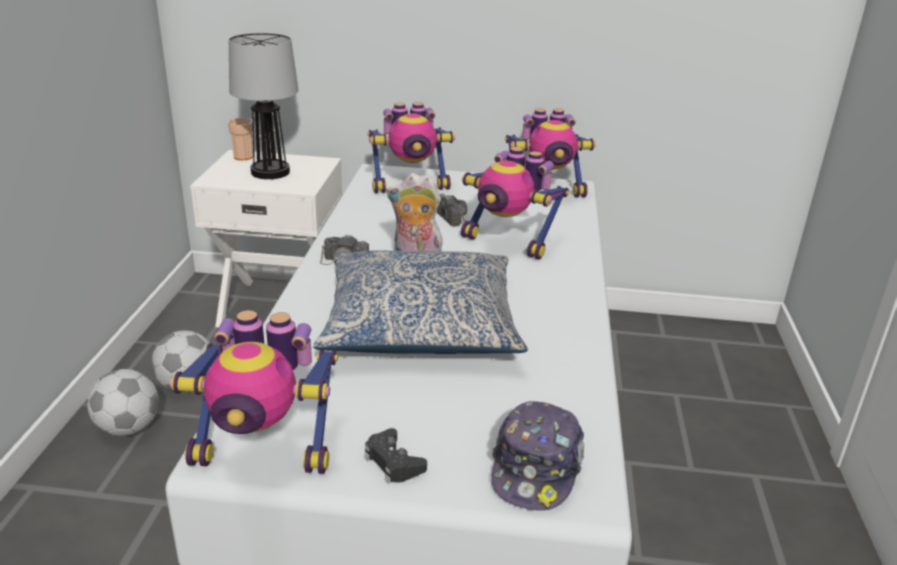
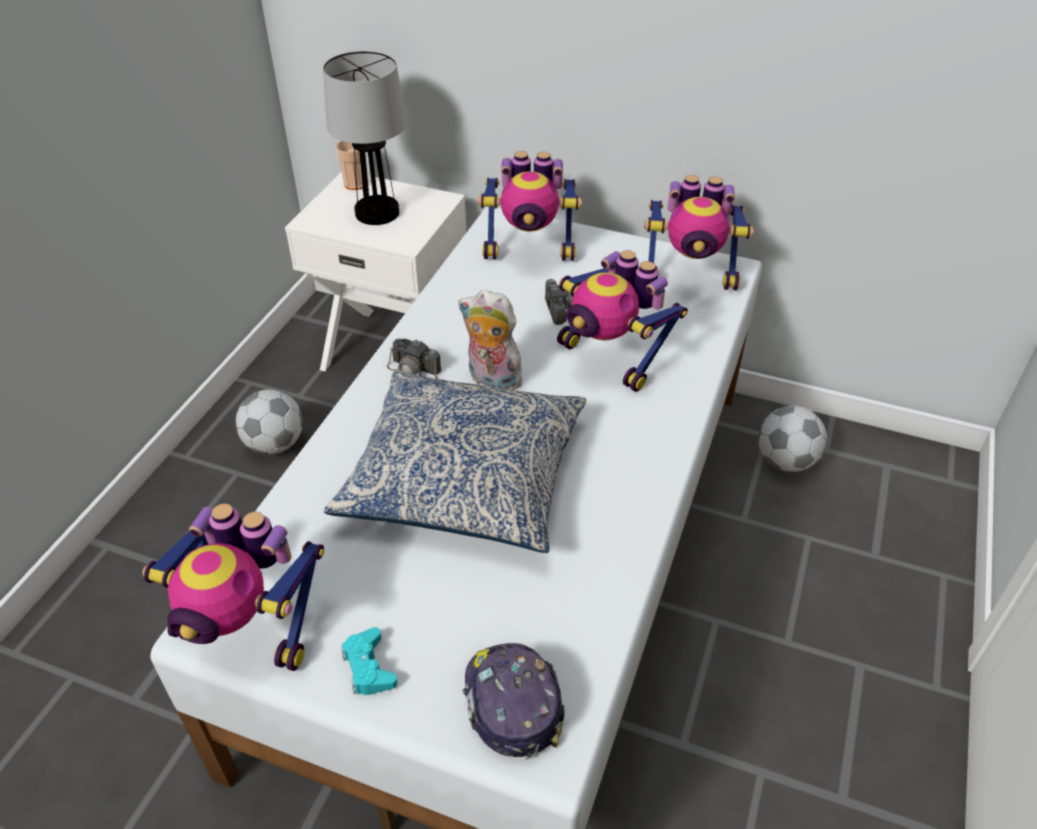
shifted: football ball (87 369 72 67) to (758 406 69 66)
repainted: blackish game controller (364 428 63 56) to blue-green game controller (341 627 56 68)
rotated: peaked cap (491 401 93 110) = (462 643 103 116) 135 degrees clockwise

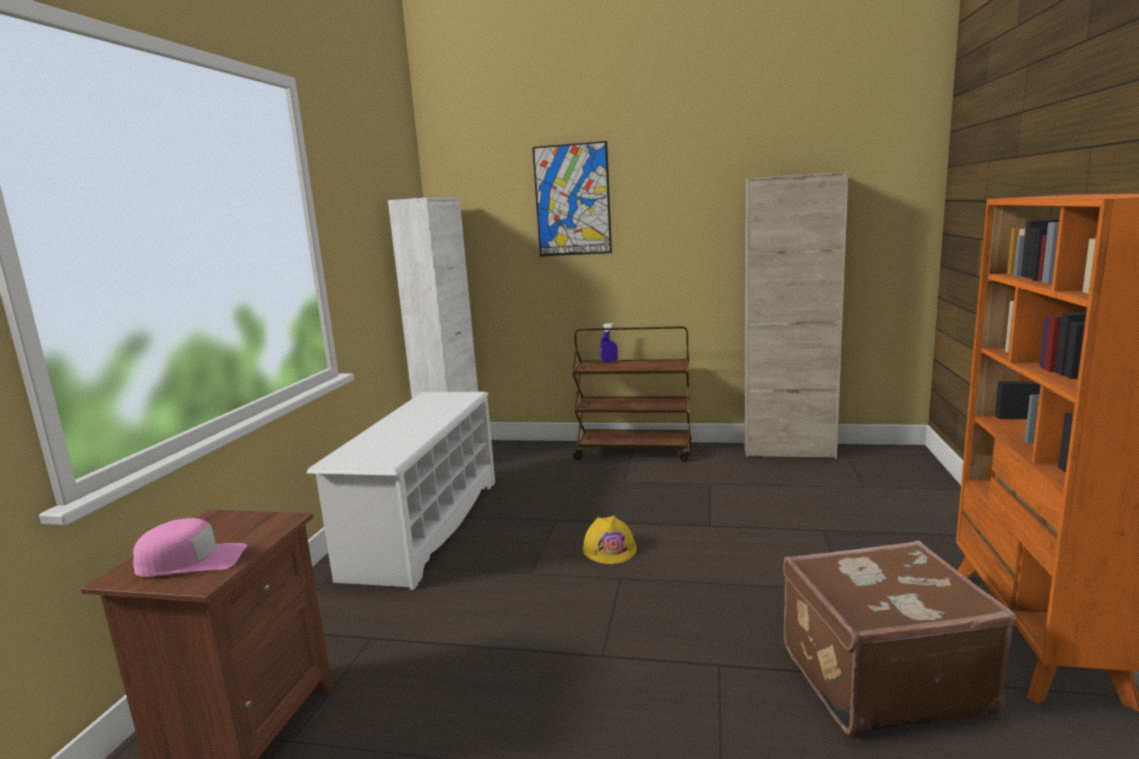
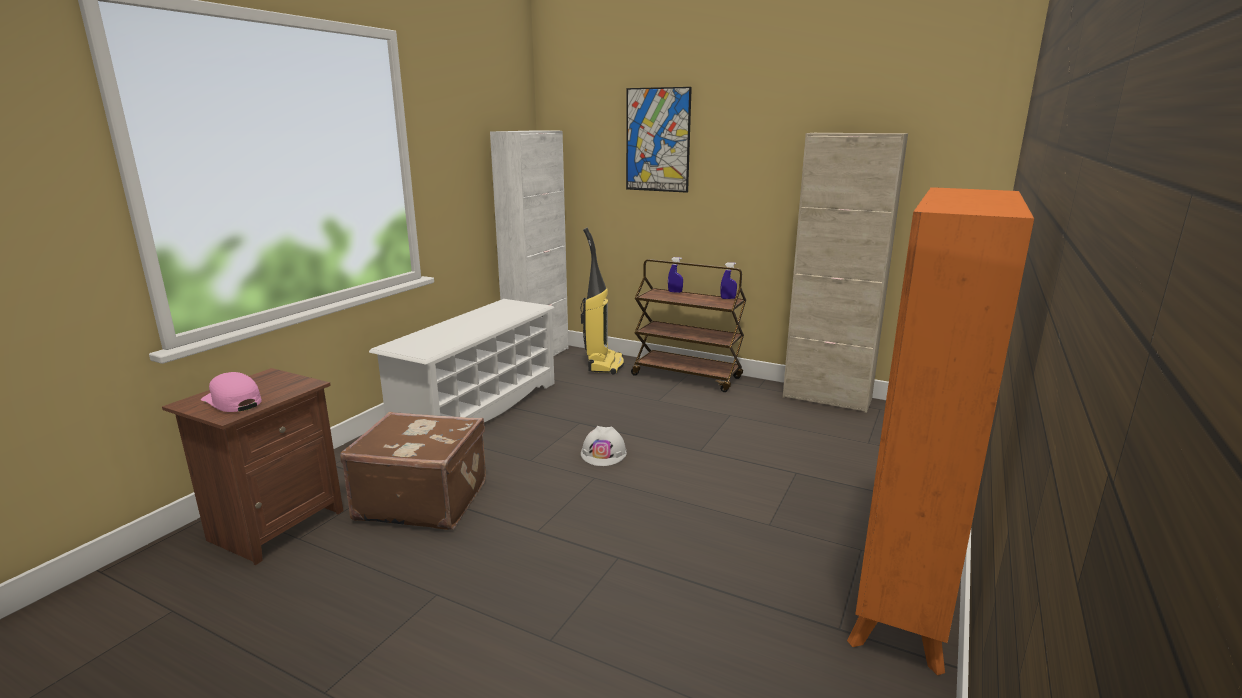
new: hoover (581 228 43 146); blue sprayer (720 262 17 37)
shifted: brownish suitcase (784 541 232 195) to (340 412 146 118)
repainted: yellow safety helmet (583 515 54 49) to white-coloured safety helmet (581 426 46 40)
rotated: pink-coloured peaked cap (133 518 115 59) = (201 372 61 40) 150 degrees counterclockwise

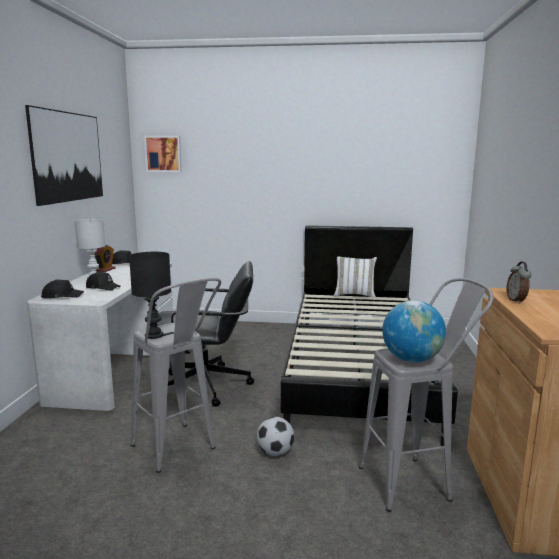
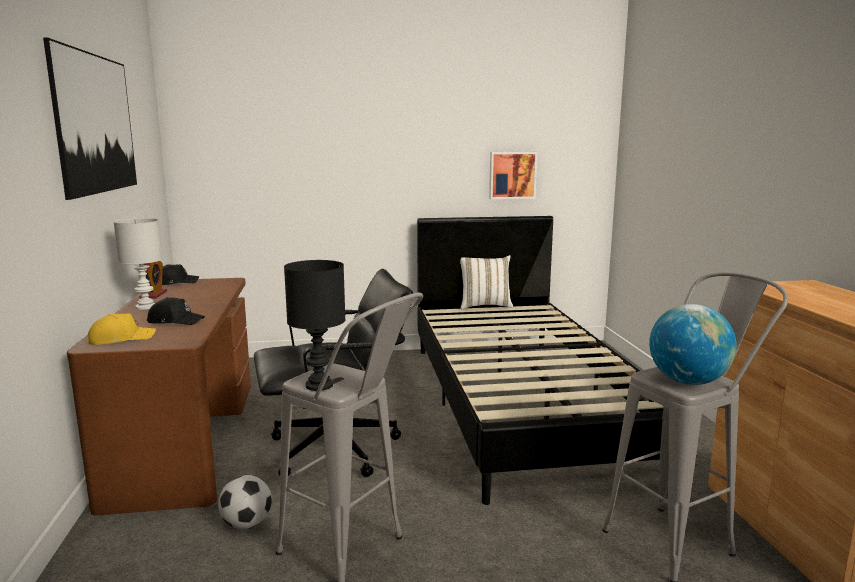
gone: alarm clock (507 262 25 42)
shifted: wall art (144 136 38 36) to (489 152 48 47); football ball (257 417 37 39) to (218 475 54 54)
repainted: white-coloured desk table (27 262 146 149) to brownish desk table (67 278 184 238); blackish peaked cap (41 279 43 19) to yellow peaked cap (87 313 69 32)

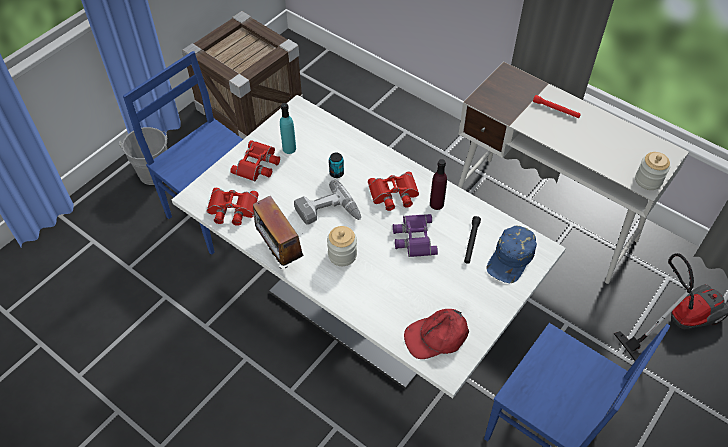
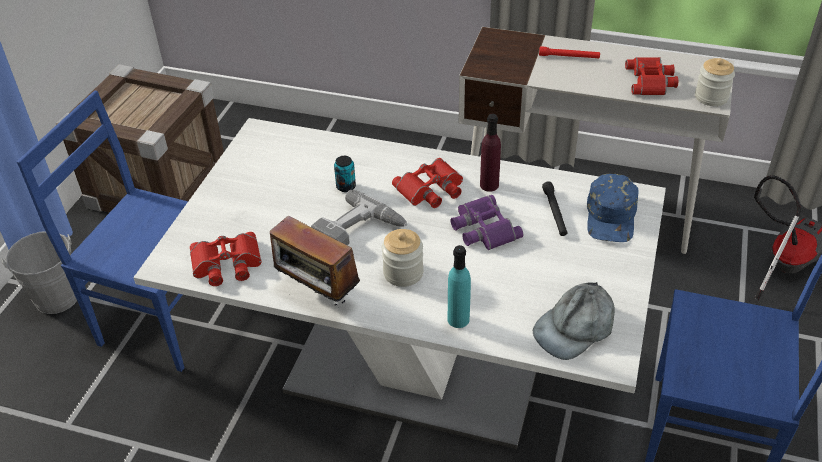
shifted: blue-green beverage bottle (280 103 16 51) to (447 245 24 83); red binoculars (230 140 50 41) to (625 57 53 38)
repainted: red peaked cap (404 309 65 50) to gray peaked cap (533 282 82 78)

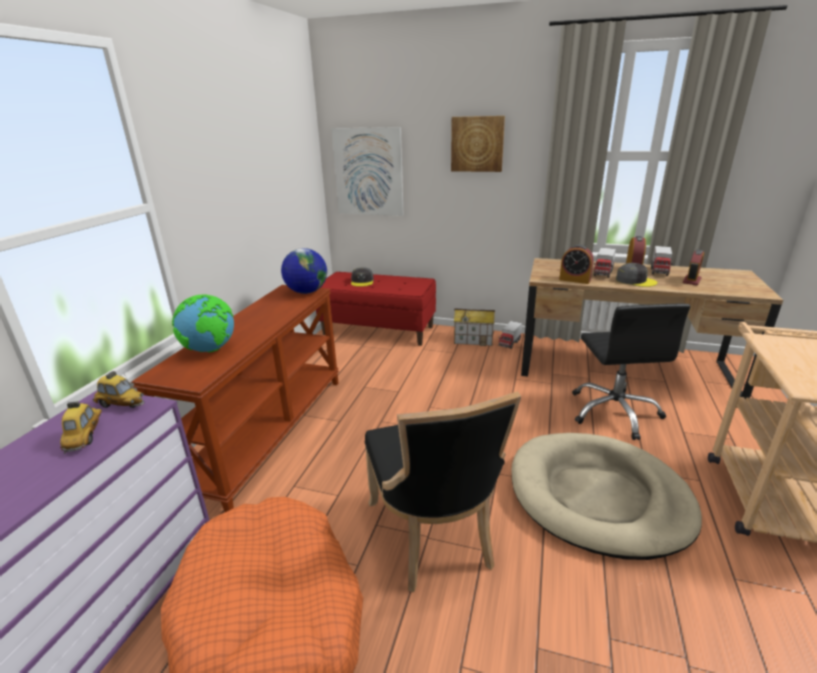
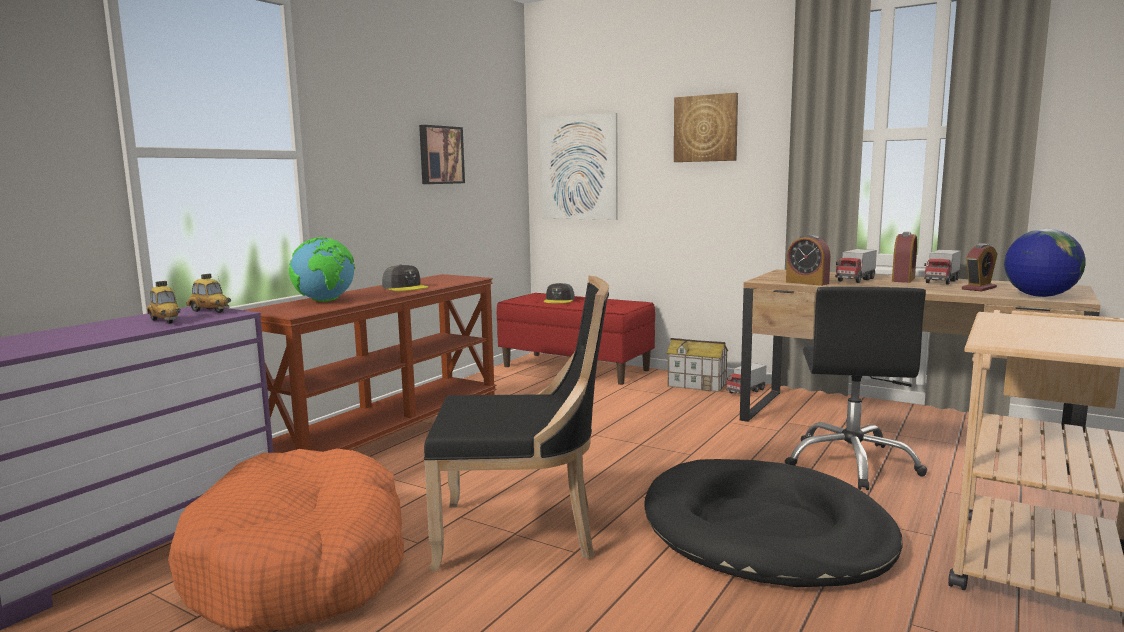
new: wall art (419 125 46 59)
shifted: globe (281 248 46 46) to (1004 229 82 68); gray peaked cap (616 263 42 24) to (382 264 46 27)
repainted: sand-coloured dog bed (511 433 191 127) to blackish dog bed (644 459 259 128)
rotated: blackish chair (365 391 156 201) = (424 276 185 296) 90 degrees counterclockwise; toy car (60 401 42 53) = (147 281 34 43) 135 degrees clockwise

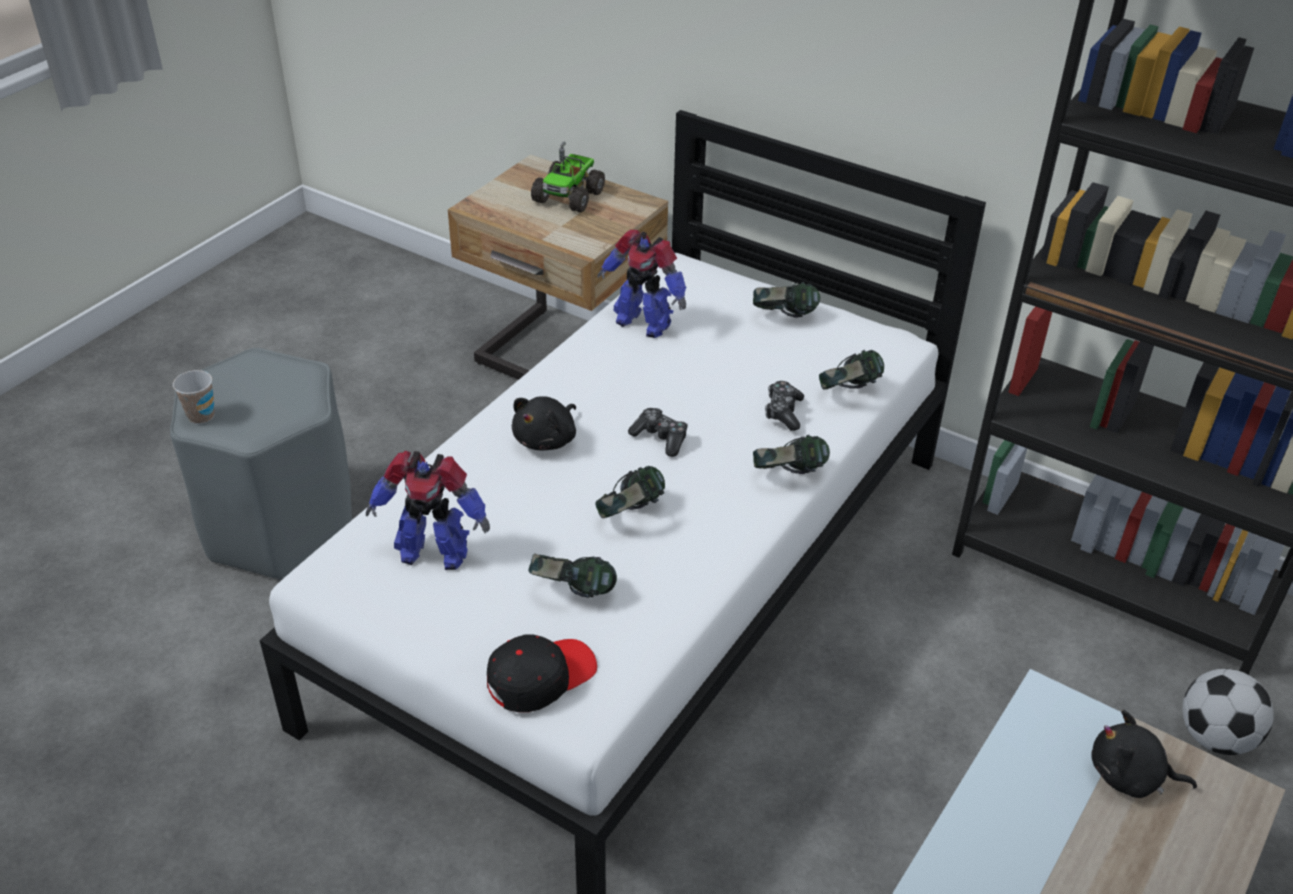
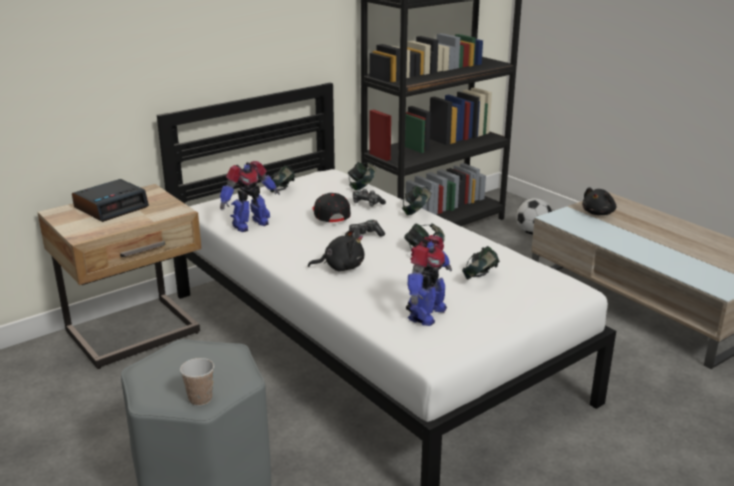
shifted: blackish peaked cap (487 635 110 77) to (312 193 39 29)
swapped: toy truck (531 142 74 71) to alarm clock (72 179 77 43)
rotated: blackish plush toy (512 396 64 54) = (308 229 56 43) 60 degrees counterclockwise

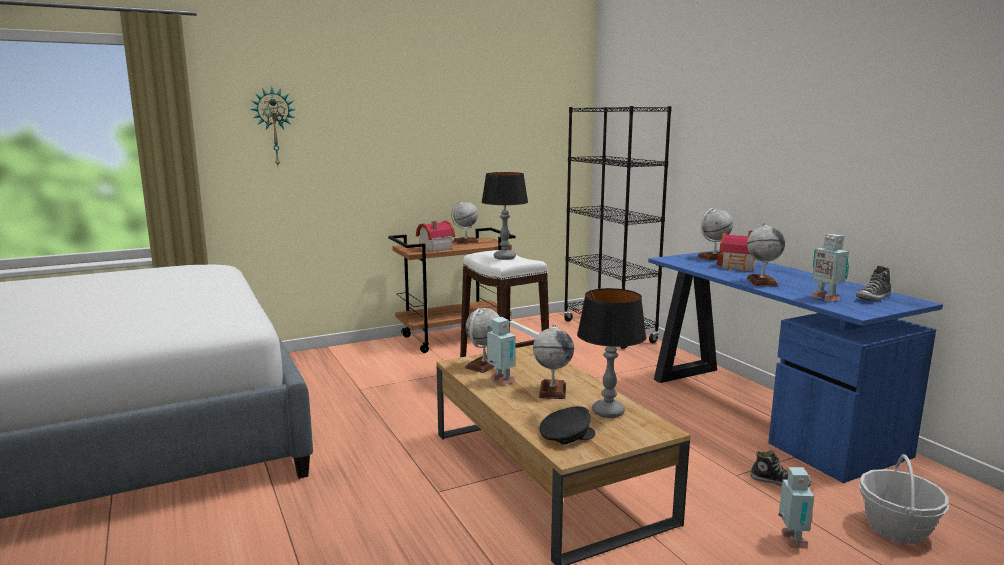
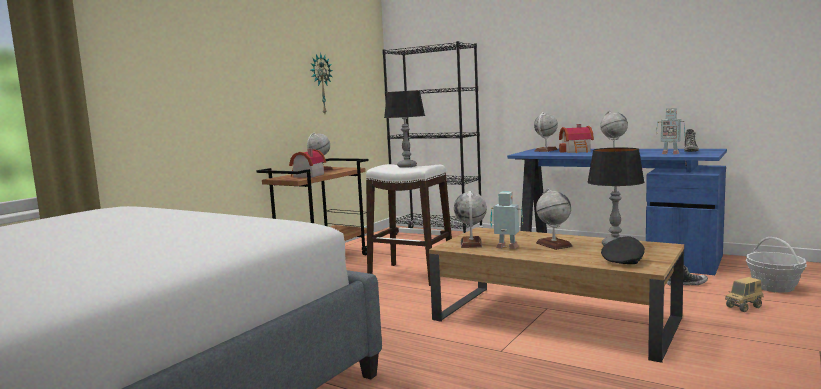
shifted: clock on the wall (250 87 46 79) to (311 53 22 61)
swapped: robot figure (778 467 36 82) to toy truck (725 277 39 35)

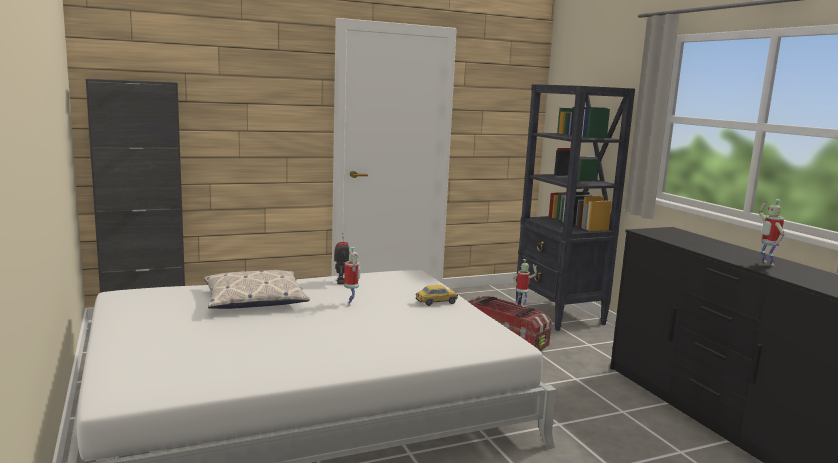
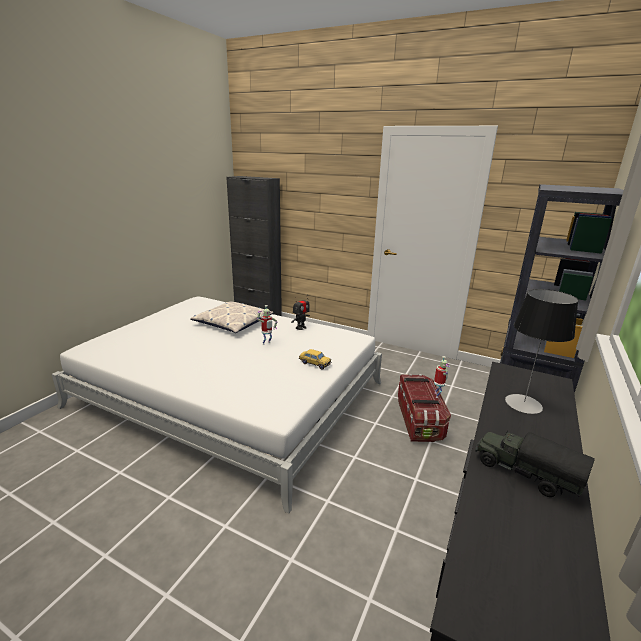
new: tabletop lamp (505 289 74 125)
swapped: robot figure (759 199 26 67) to toy truck (475 430 120 67)

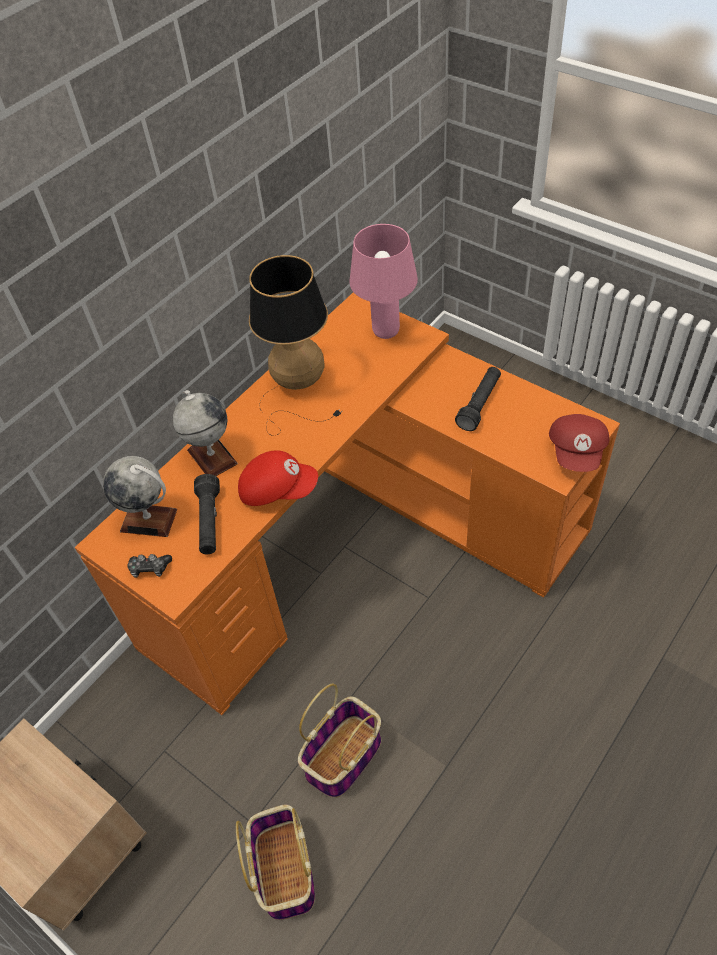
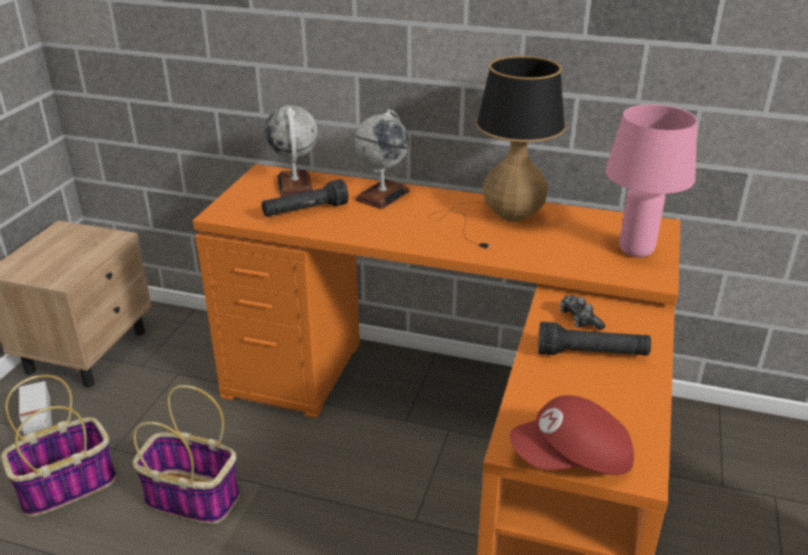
gone: red peaked cap (238 450 80 56)
new: toy truck (19 381 33 55)
shifted: game controller (127 554 45 24) to (560 295 45 35)

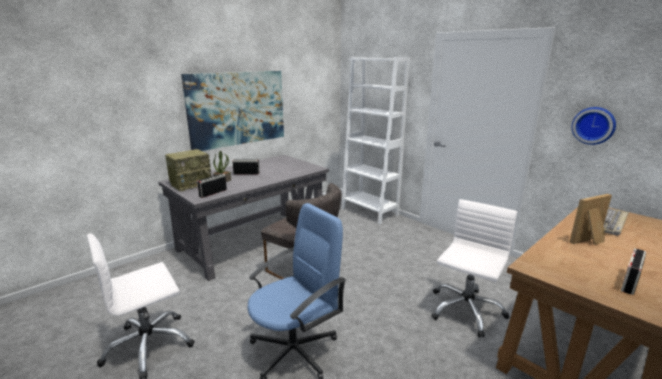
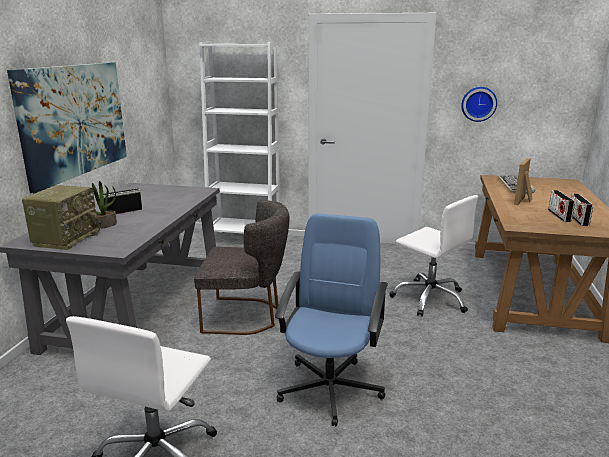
shifted: radio (197 173 30 25) to (548 190 27 32)
rotated: white-coloured computer chair (431 199 86 138) = (390 195 88 122) 135 degrees clockwise

